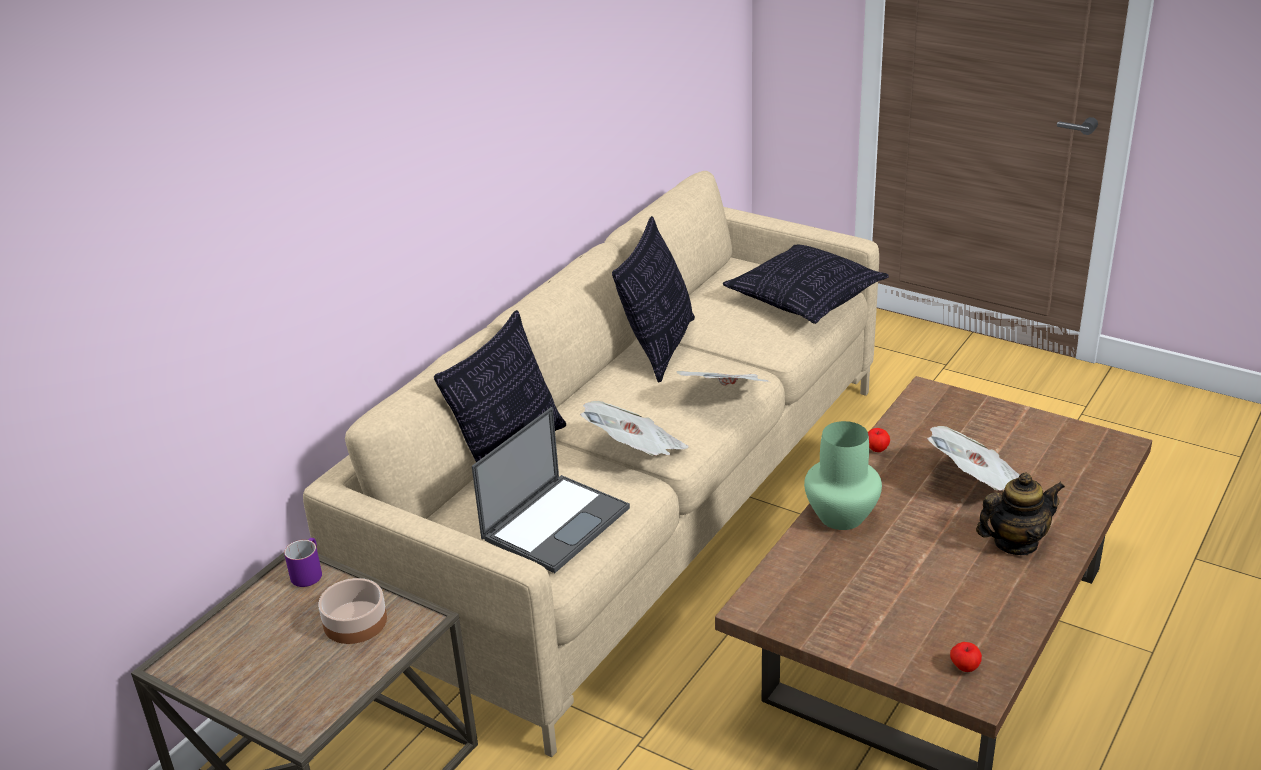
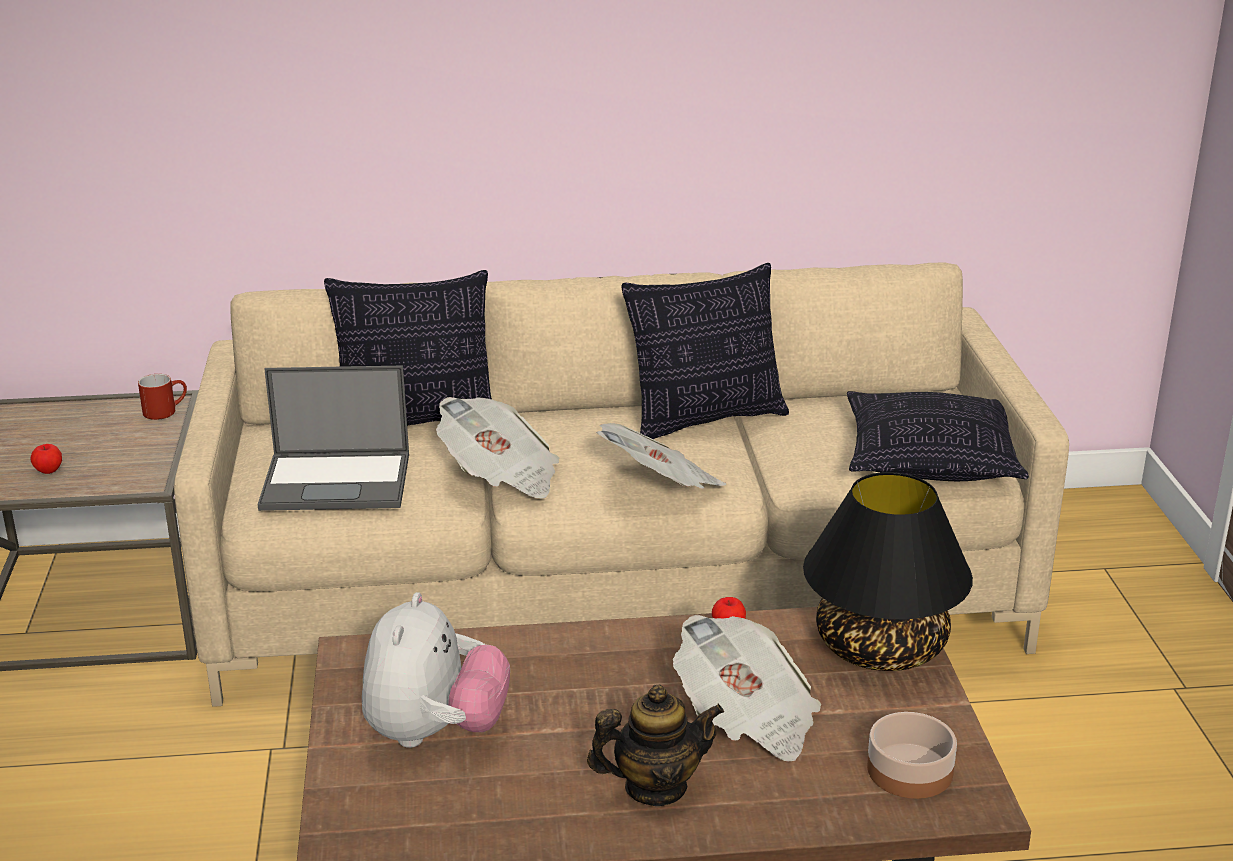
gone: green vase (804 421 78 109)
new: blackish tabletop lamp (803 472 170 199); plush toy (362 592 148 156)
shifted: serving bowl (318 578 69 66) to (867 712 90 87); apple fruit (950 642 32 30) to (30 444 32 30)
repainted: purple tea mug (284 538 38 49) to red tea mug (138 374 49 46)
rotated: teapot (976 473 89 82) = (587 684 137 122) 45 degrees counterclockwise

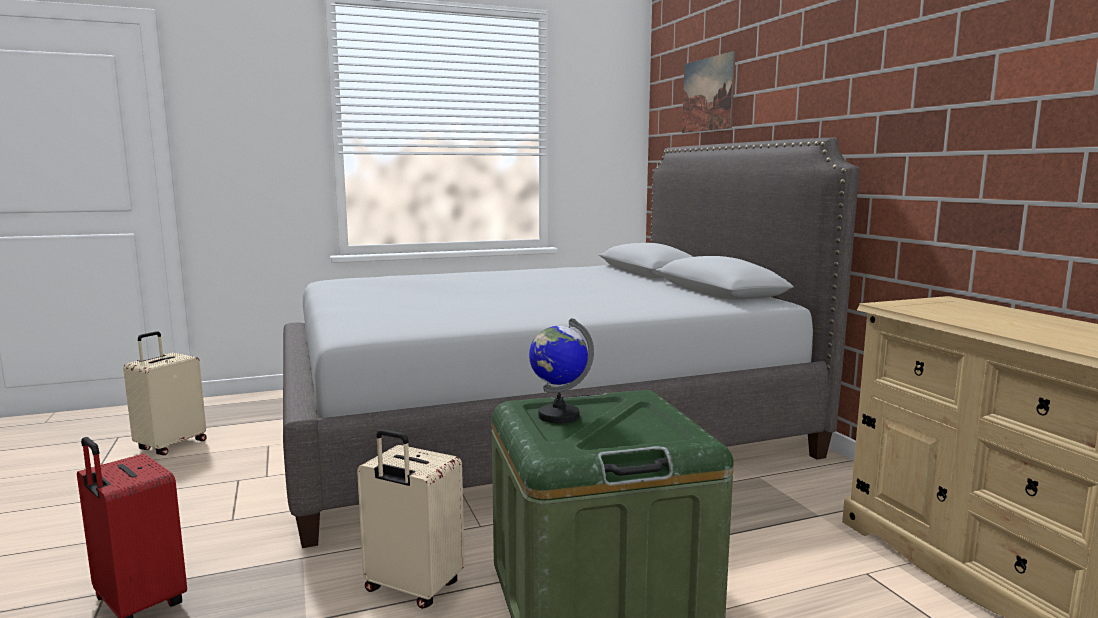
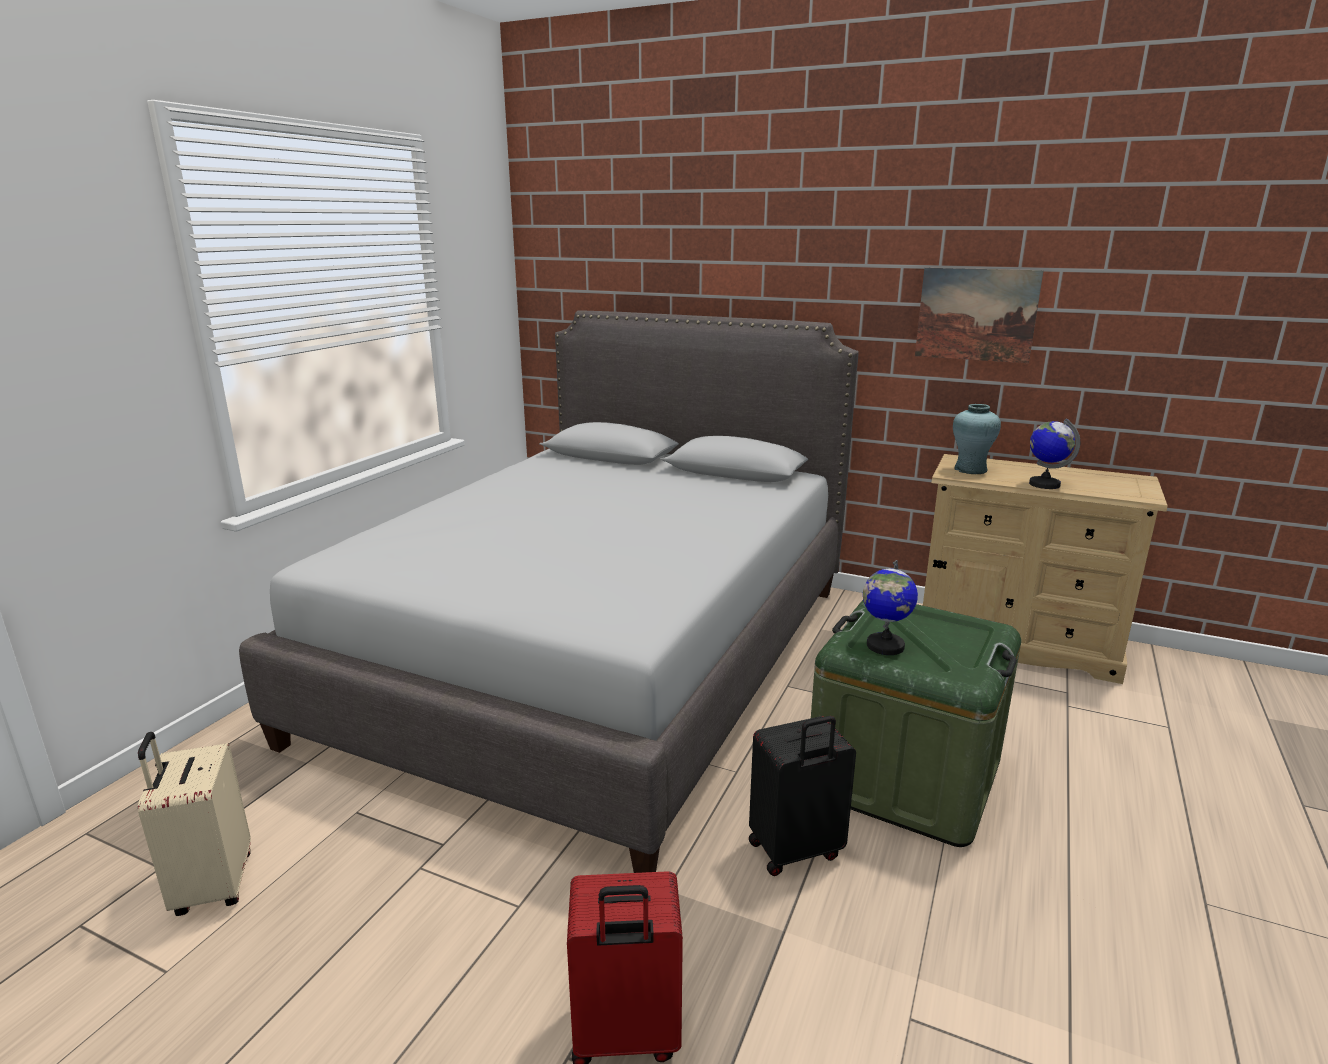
new: blue-green vase (953 404 48 70); globe (1029 418 51 71)
shifted: wall art (682 51 54 82) to (915 268 129 95)
repainted: sand-coloured suitcase (357 429 108 180) to blackish suitcase (749 716 107 160)

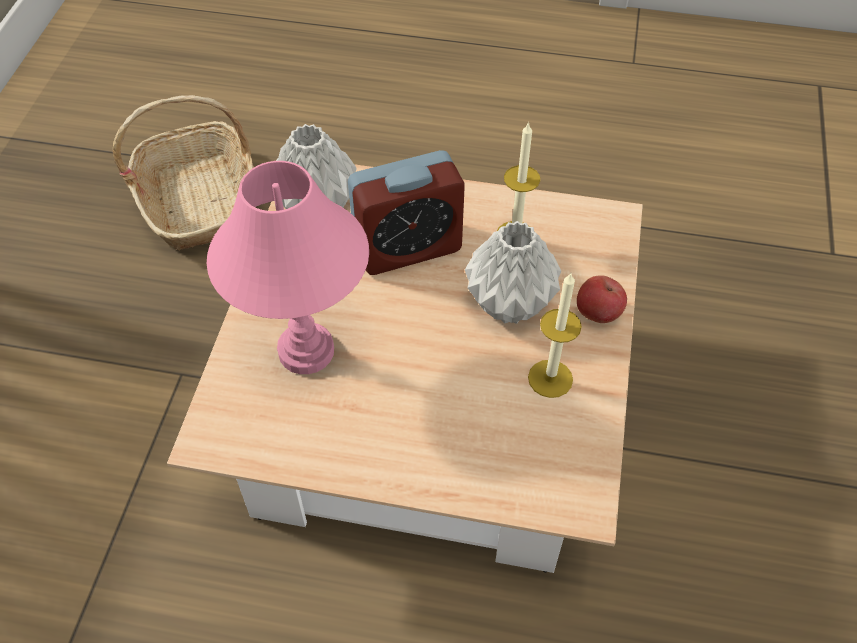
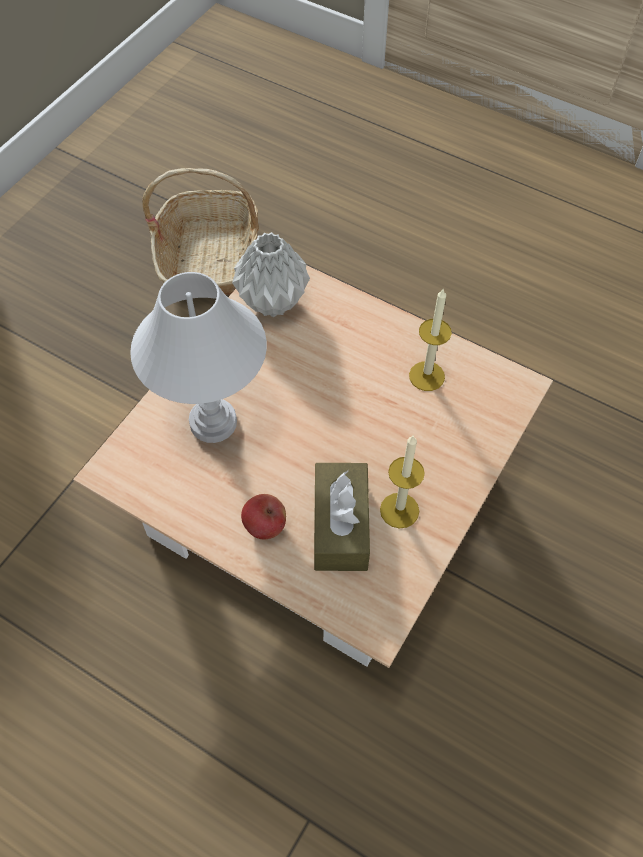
gone: alarm clock (348 150 117 125); gray vase (465 221 96 103)
new: brownish tissue box (314 463 56 108)
shifted: apple fruit (577 275 50 48) to (241 494 45 45)
repainted: pink-coloured tabletop lamp (207 161 162 213) to white-coloured tabletop lamp (130 272 137 171)

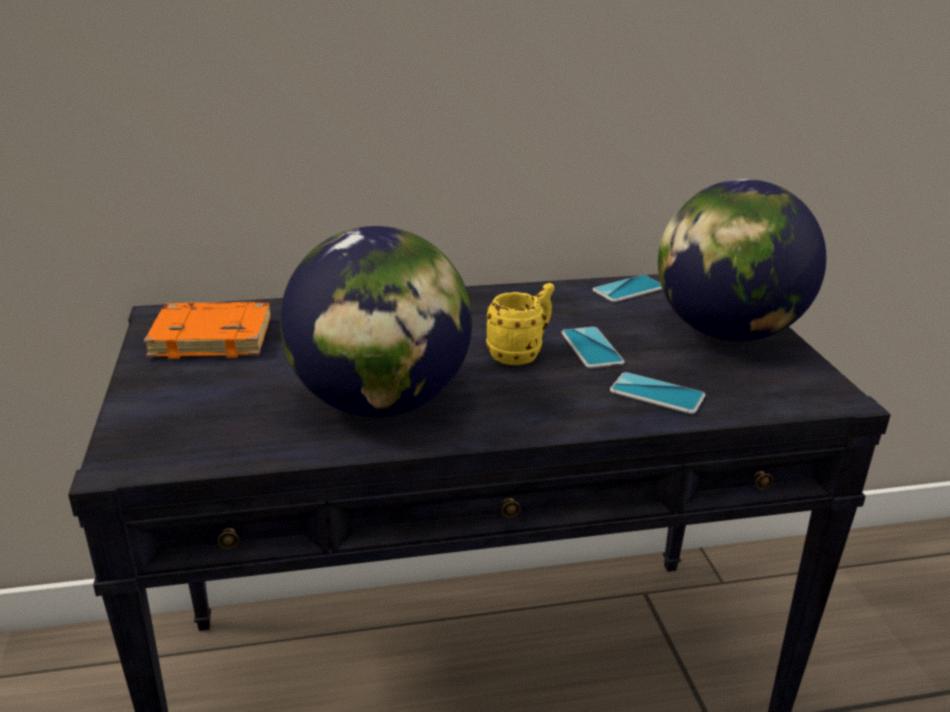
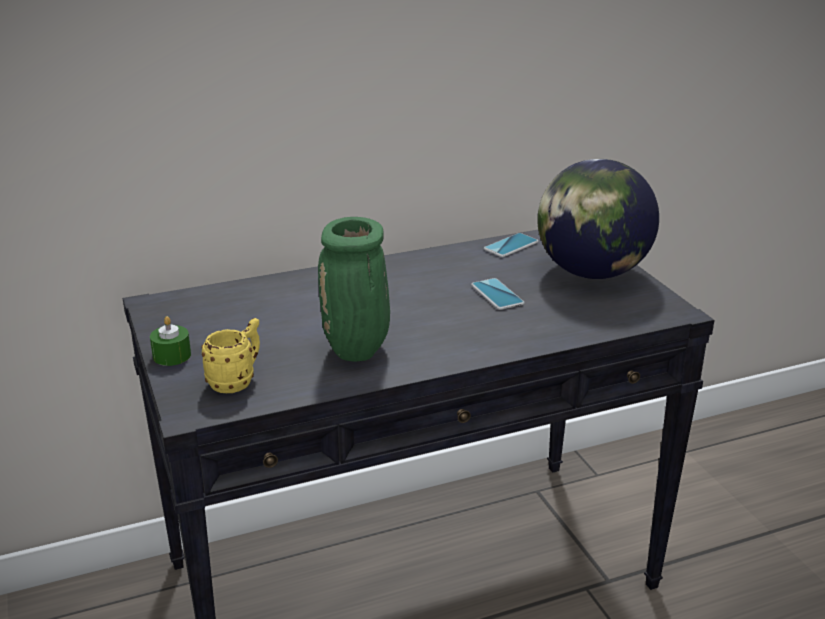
gone: orange book (144 302 126 57); handset (610 372 95 42)
new: green wax candle (150 316 41 50)
shifted: yellow tea mug (486 283 68 82) to (201 318 59 75)
swapped: globe (280 226 192 191) to green vase (318 217 72 144)

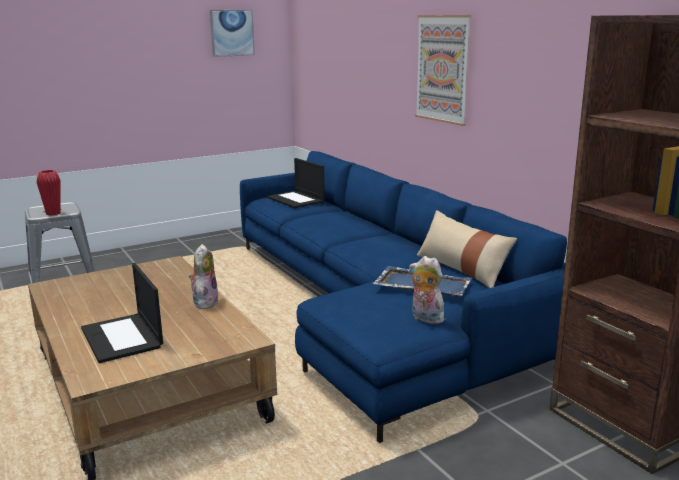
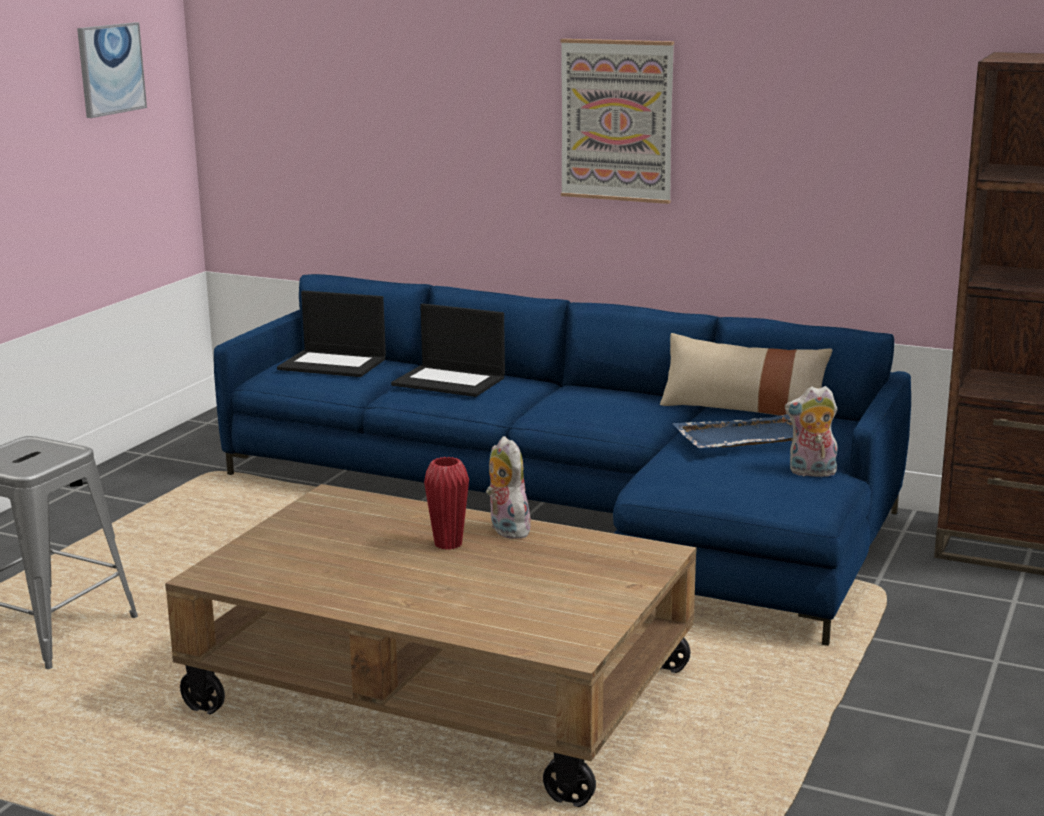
shifted: red vase (37 170 24 45) to (424 457 45 93); notebook computer (81 263 82 100) to (391 303 114 94)

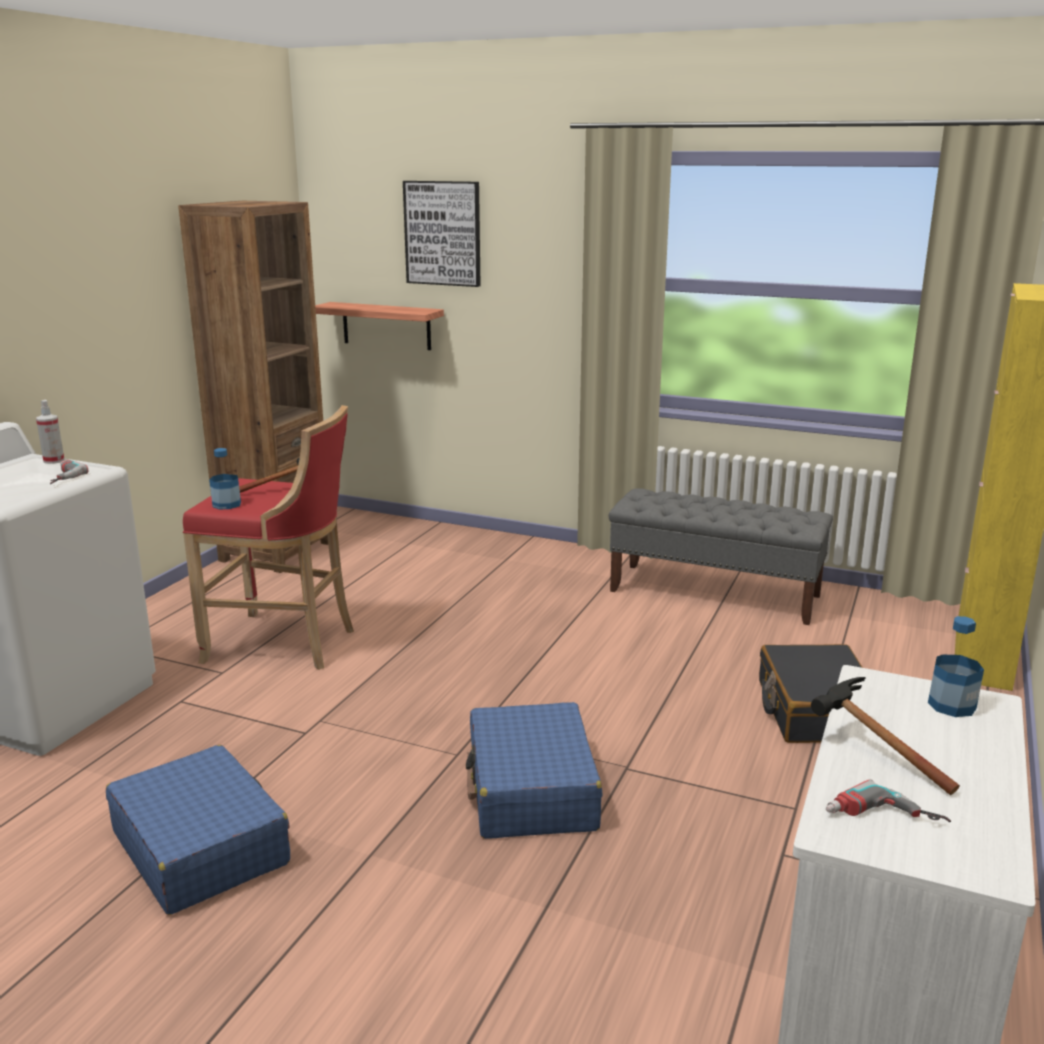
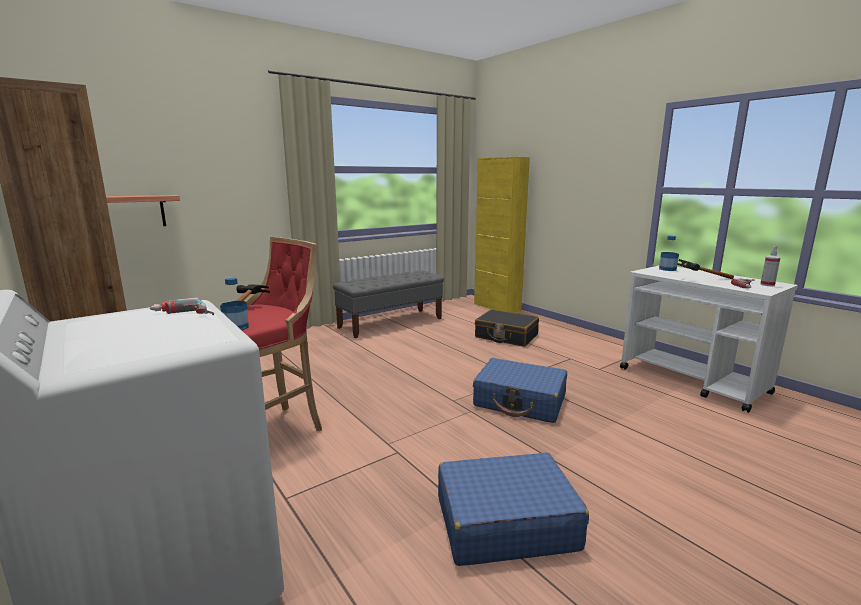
gone: wall art (403 181 78 106)
shifted: sprayer (36 400 28 64) to (760 246 21 40)

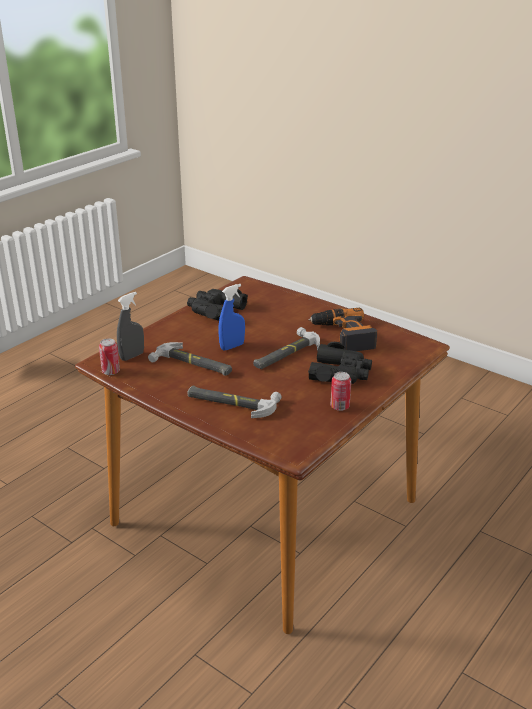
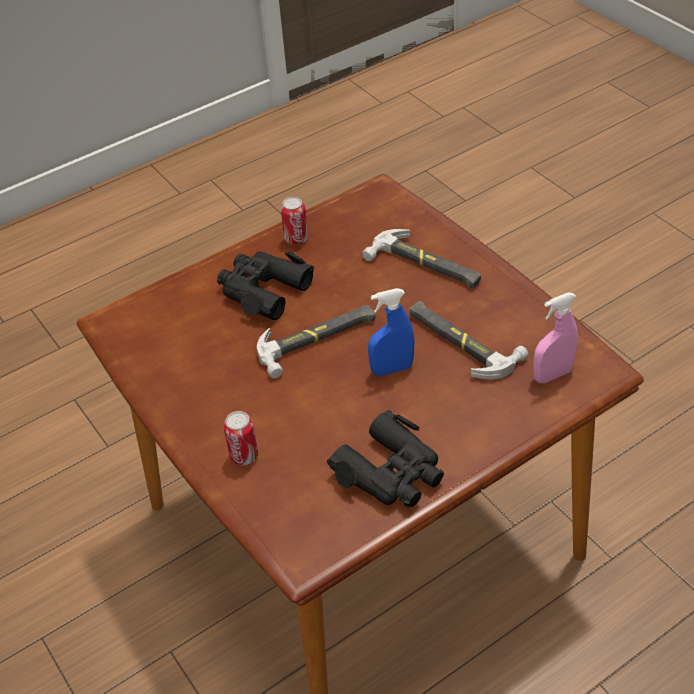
gone: drill (308 308 69 43)
shifted: can (99 338 21 37) to (223 411 35 54)
repainted: gray sprayer (117 292 27 69) to pink-coloured sprayer (533 293 45 90)

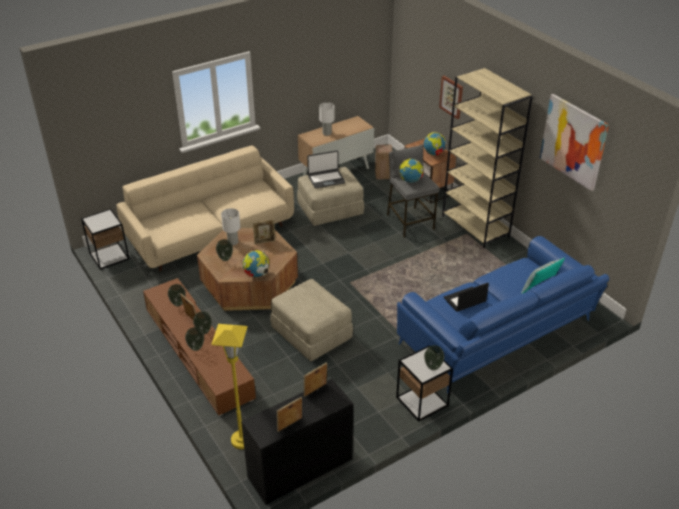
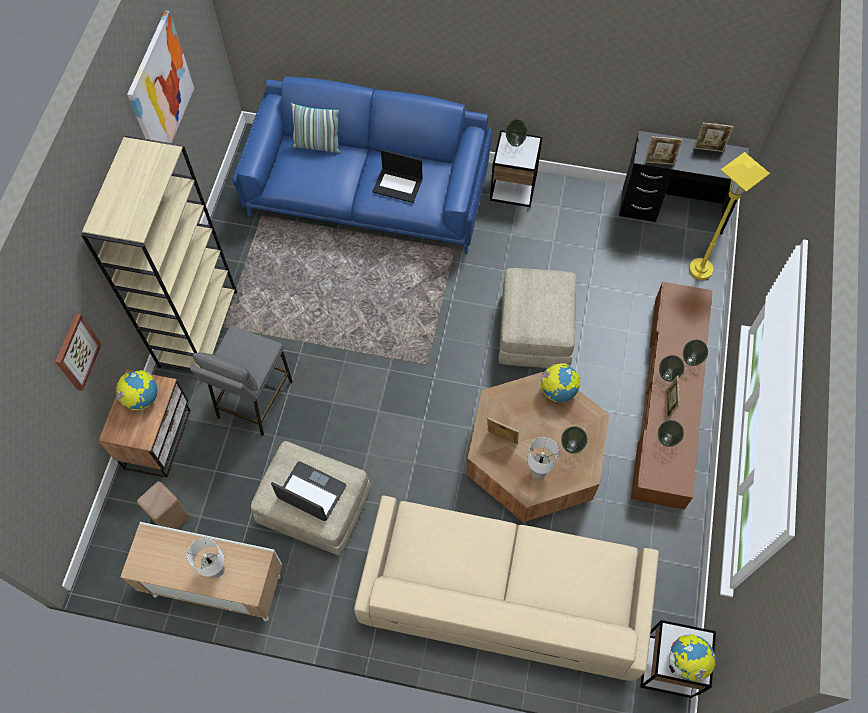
shifted: globe (399 159 24 24) to (669 634 47 48)

